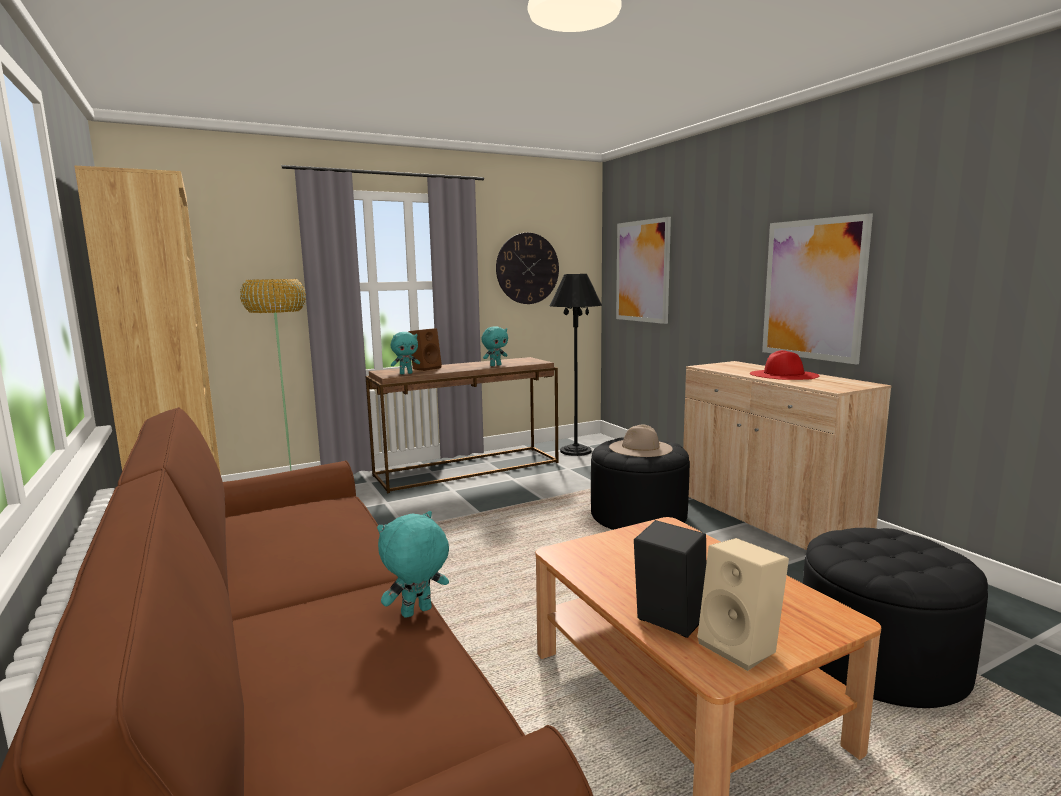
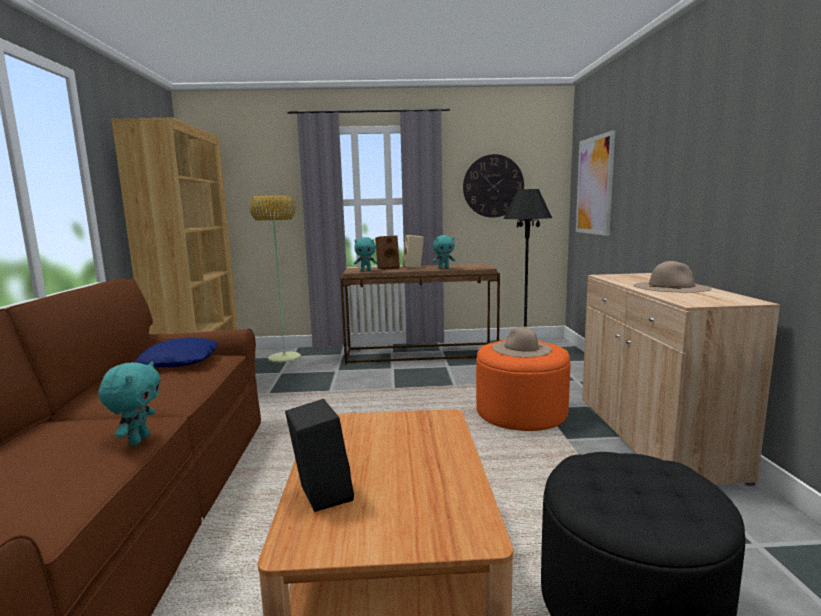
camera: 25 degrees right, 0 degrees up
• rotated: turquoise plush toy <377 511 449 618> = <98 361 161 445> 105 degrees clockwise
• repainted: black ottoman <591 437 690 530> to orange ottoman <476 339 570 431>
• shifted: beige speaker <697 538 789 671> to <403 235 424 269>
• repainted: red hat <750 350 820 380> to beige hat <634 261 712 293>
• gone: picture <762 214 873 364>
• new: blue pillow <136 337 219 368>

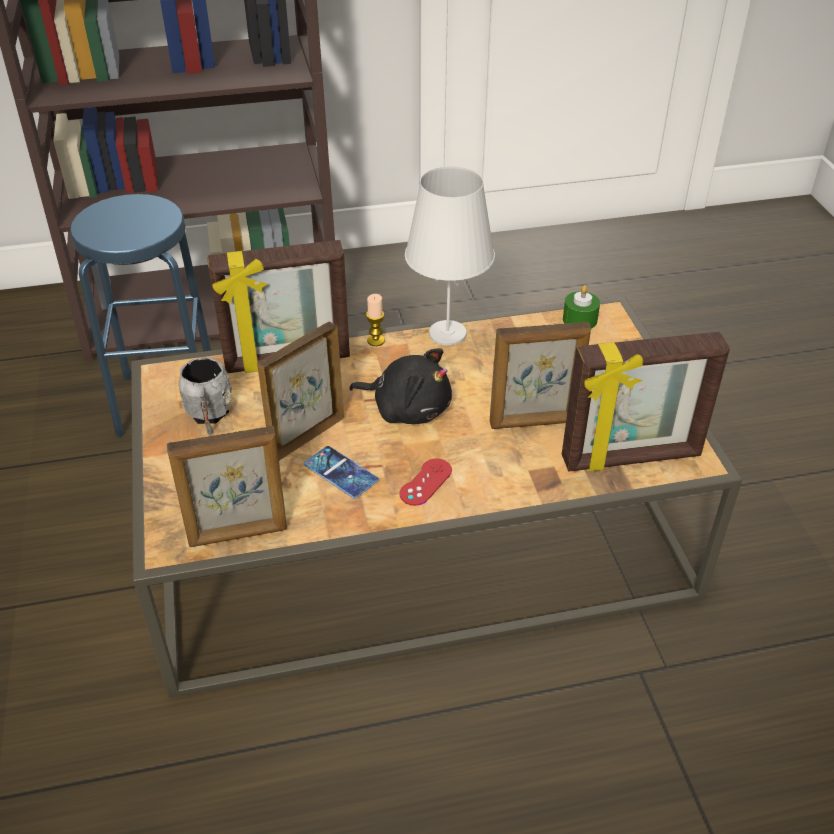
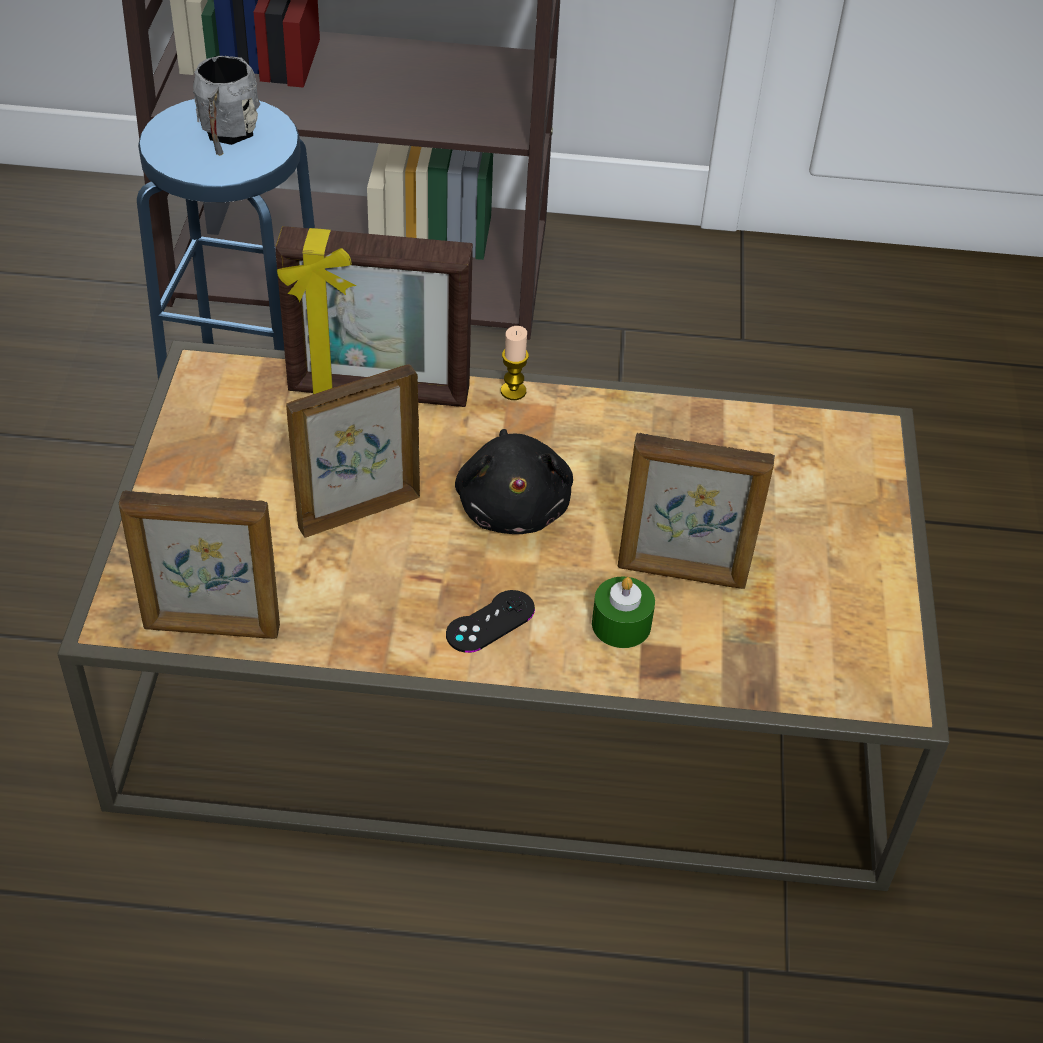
camera: 15 degrees right, 5 degrees up
• shifted: grey mug <178 357 232 435> to <193 56 260 156>
• gone: phone <304 446 379 498>
• rotated: black plush toy <349 348 452 424> = <455 429 573 534> 45 degrees clockwise
• repainted: red game controller <399 459 452 506> to black game controller <446 590 535 653>
• gone: white table lamp <405 166 495 345>
• gone: picture frame <562 332 730 472>
• shifted: green candle <563 285 600 329> to <592 576 655 648>

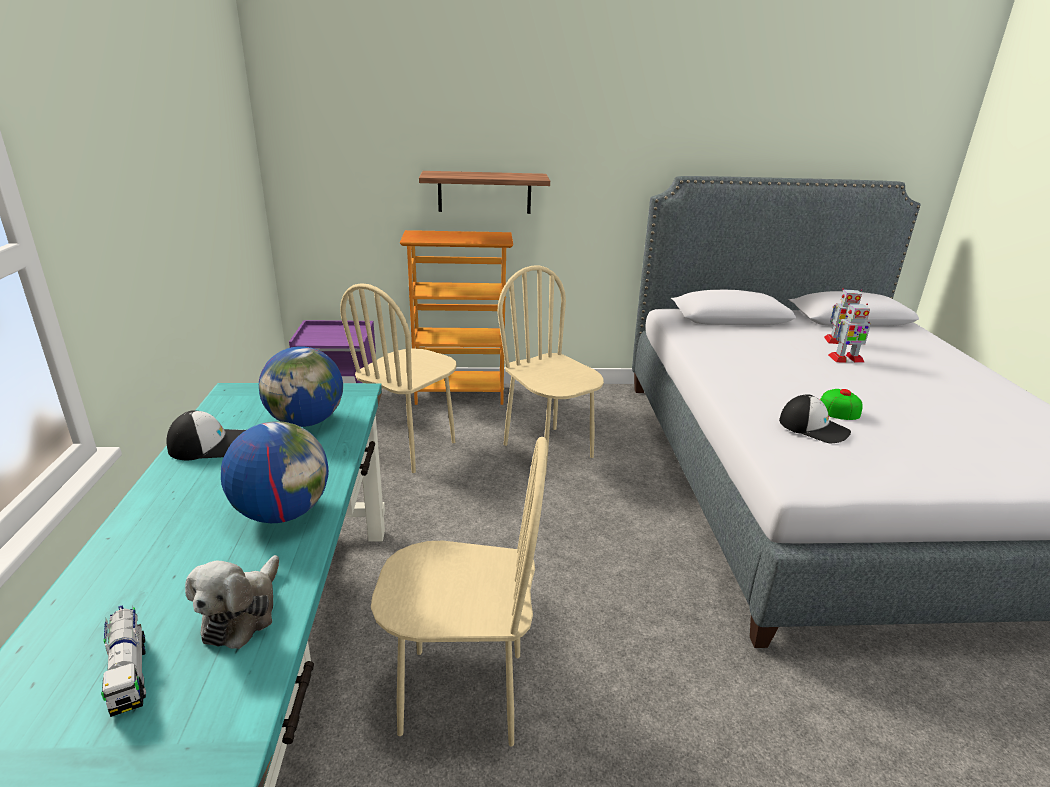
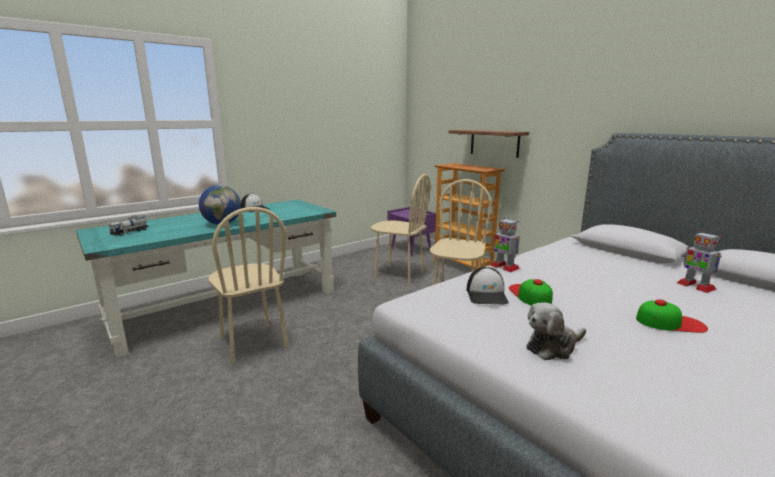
camera: 55 degrees right, 10 degrees down
• shifted: plush toy <185 555 279 649> to <527 303 586 360>
• gone: globe <259 346 343 427>
• rotated: beige chair <340 283 457 473> = <371 174 431 284> 150 degrees counterclockwise
• shifted: toy robot <828 303 871 362> to <490 218 520 272>
• new: cap <636 299 708 333>

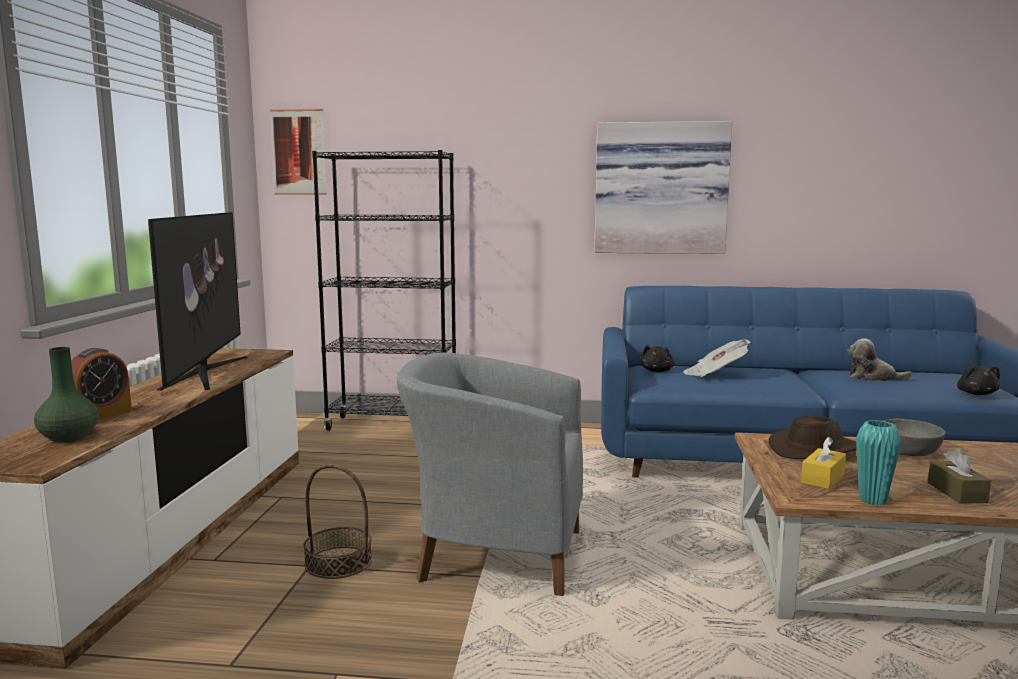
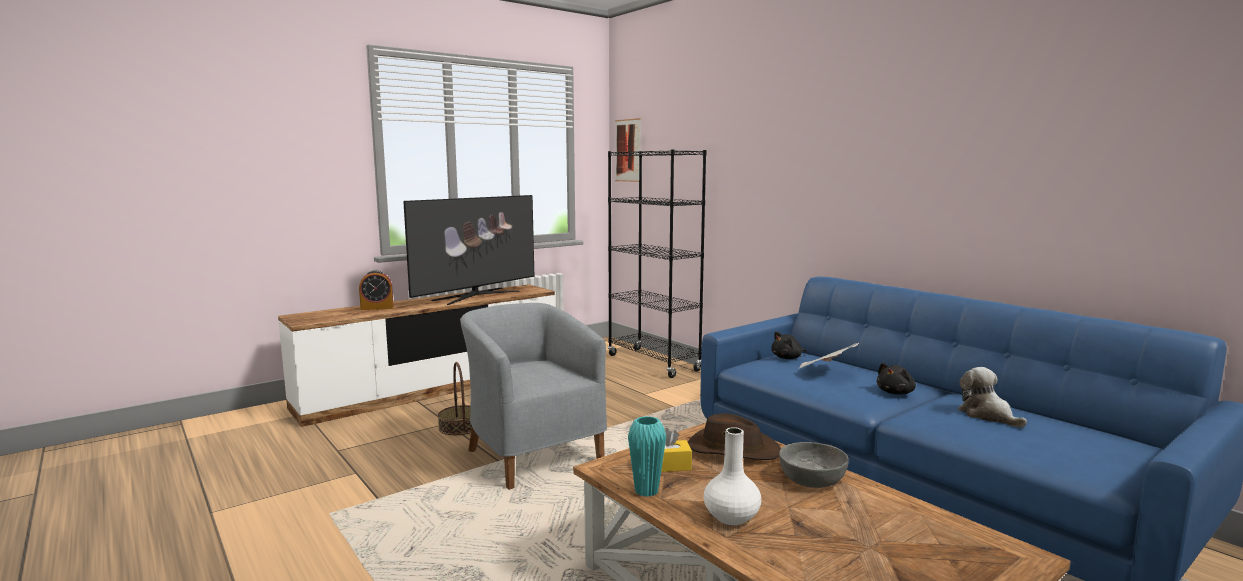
camera: 45 degrees right, 0 degrees up
• gone: green vase <34 347 99 442>
• gone: picture <595 121 732 254>
• swapped: brown tissue box <928 448 991 504> to white vase <704 427 761 525>
• shifted: black plush toy <957 366 1000 395> to <877 363 916 395>

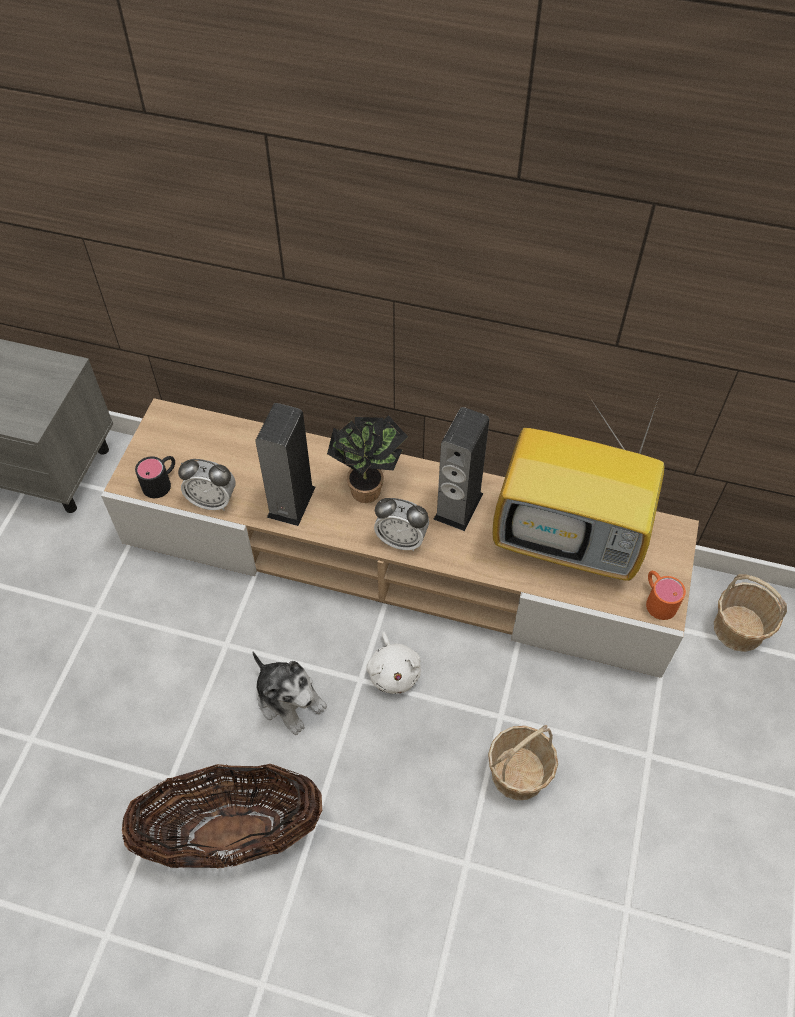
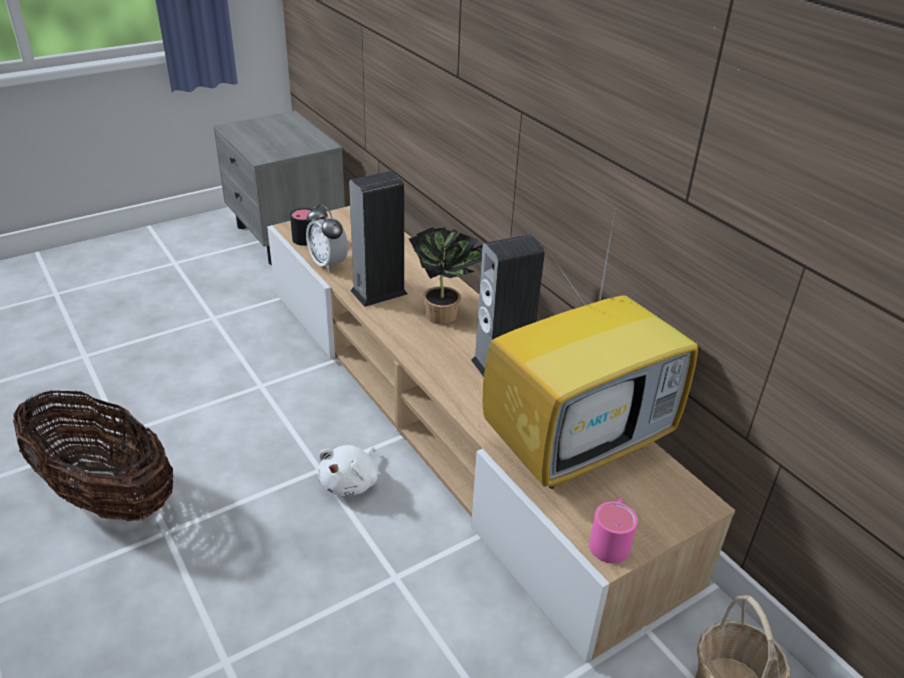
camera: 40 degrees right, 20 degrees down
• gone: plush toy <252 652 327 735>
• gone: alarm clock <374 498 429 551>
• gone: basket <488 725 558 800>
• rotated: television <492 391 665 581> = <482 211 698 489> 90 degrees counterclockwise
• repainted: orange mug <646 571 686 620> to pink mug <589 497 638 564>

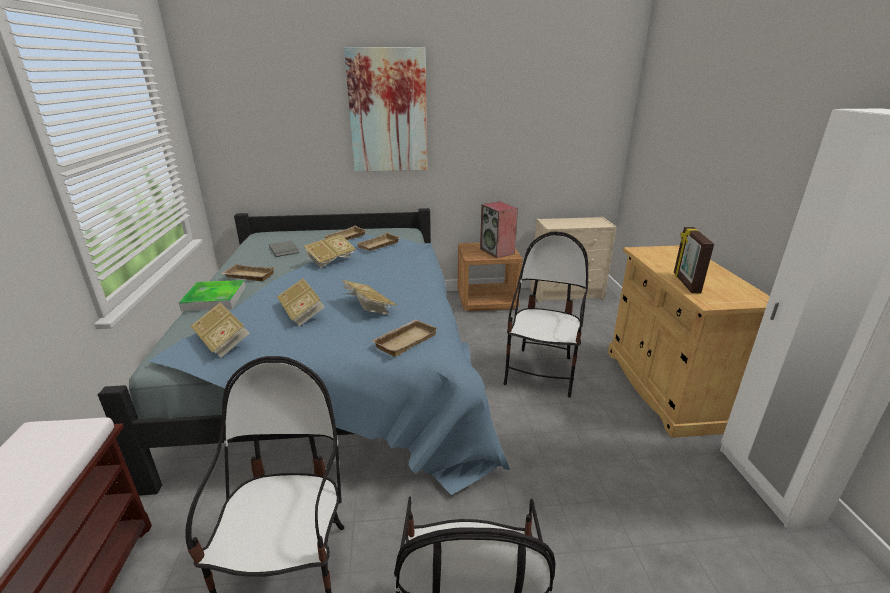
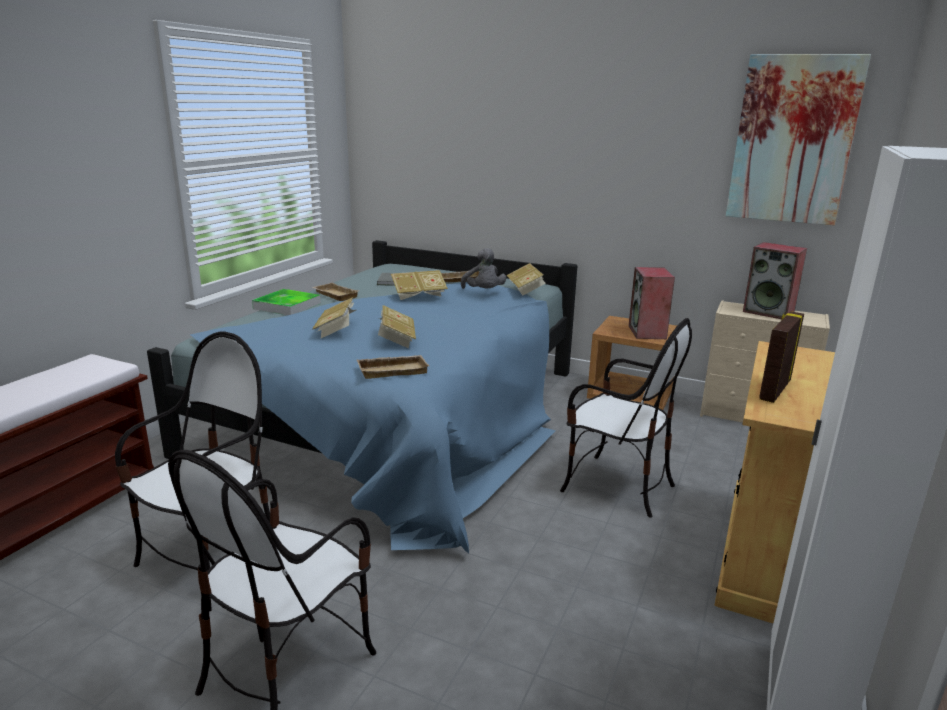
camera: 30 degrees right, 5 degrees down
• shifted: book <191 303 250 358> to <507 263 546 296>
• shifted: picture <344 47 427 172> to <726 54 871 226>
• swapped: beige tray <356 232 401 251> to grey plush toy <461 248 506 289>
• rotated: chair <504 232 588 398> = <560 318 692 518> 75 degrees clockwise
• new: speaker <743 242 807 319>

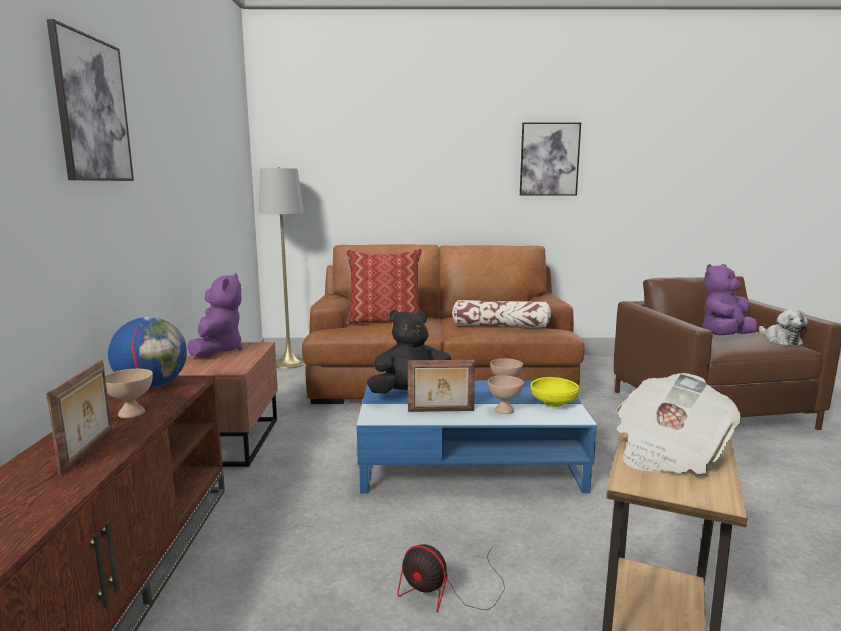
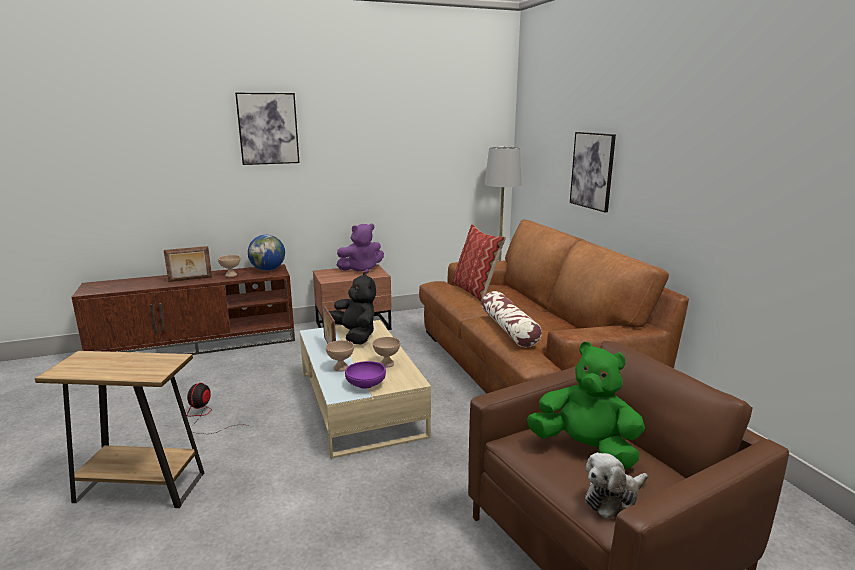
camera: 70 degrees right, 5 degrees up
• repainted: blue coffee table <357 380 597 494> to beige coffee table <300 320 431 459>
• shifted: picture <520 123 581 195> to <570 132 616 212>
• repainted: yellow bowl <530 377 579 407> to purple bowl <345 361 386 389>
• gone: newspaper <616 373 741 474>
• repainted: purple plush toy <702 264 757 335> to green plush toy <527 342 645 469>

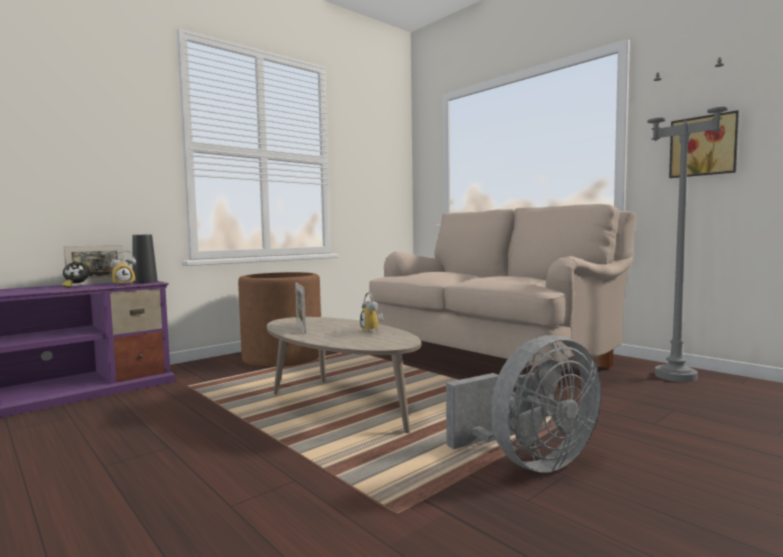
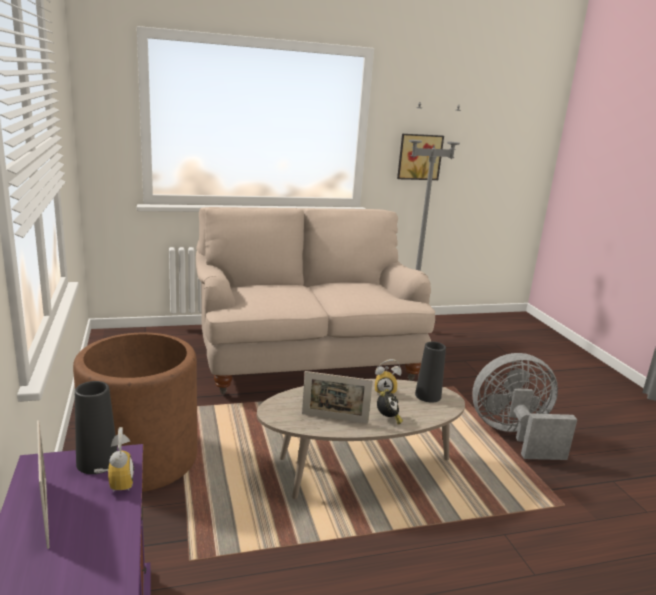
camera: 65 degrees left, 15 degrees up
• shifted: alarm clock <62 260 90 288> to <377 389 403 425>
• rotated: grey fan <446 335 601 472> = <472 353 577 460> 90 degrees counterclockwise
• new: black vase <415 342 446 403>

